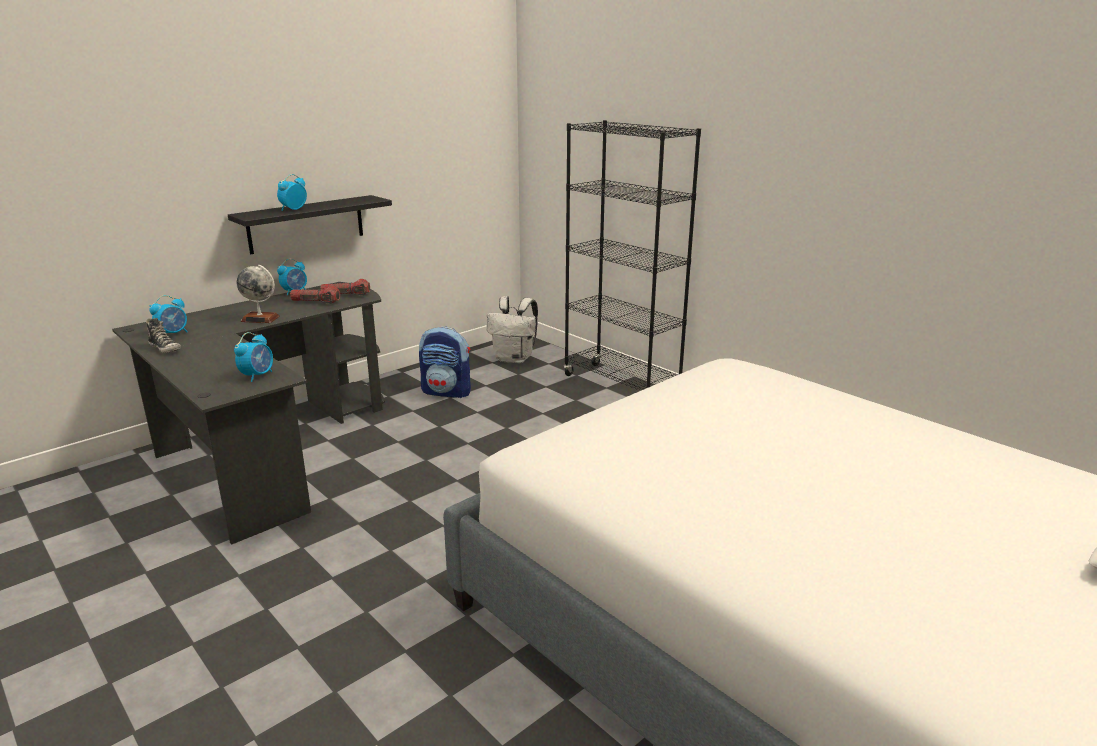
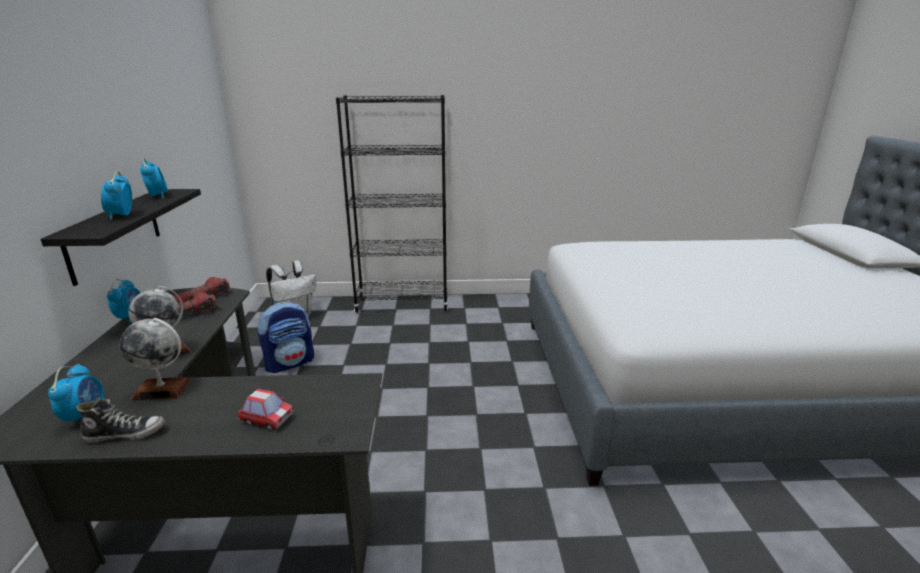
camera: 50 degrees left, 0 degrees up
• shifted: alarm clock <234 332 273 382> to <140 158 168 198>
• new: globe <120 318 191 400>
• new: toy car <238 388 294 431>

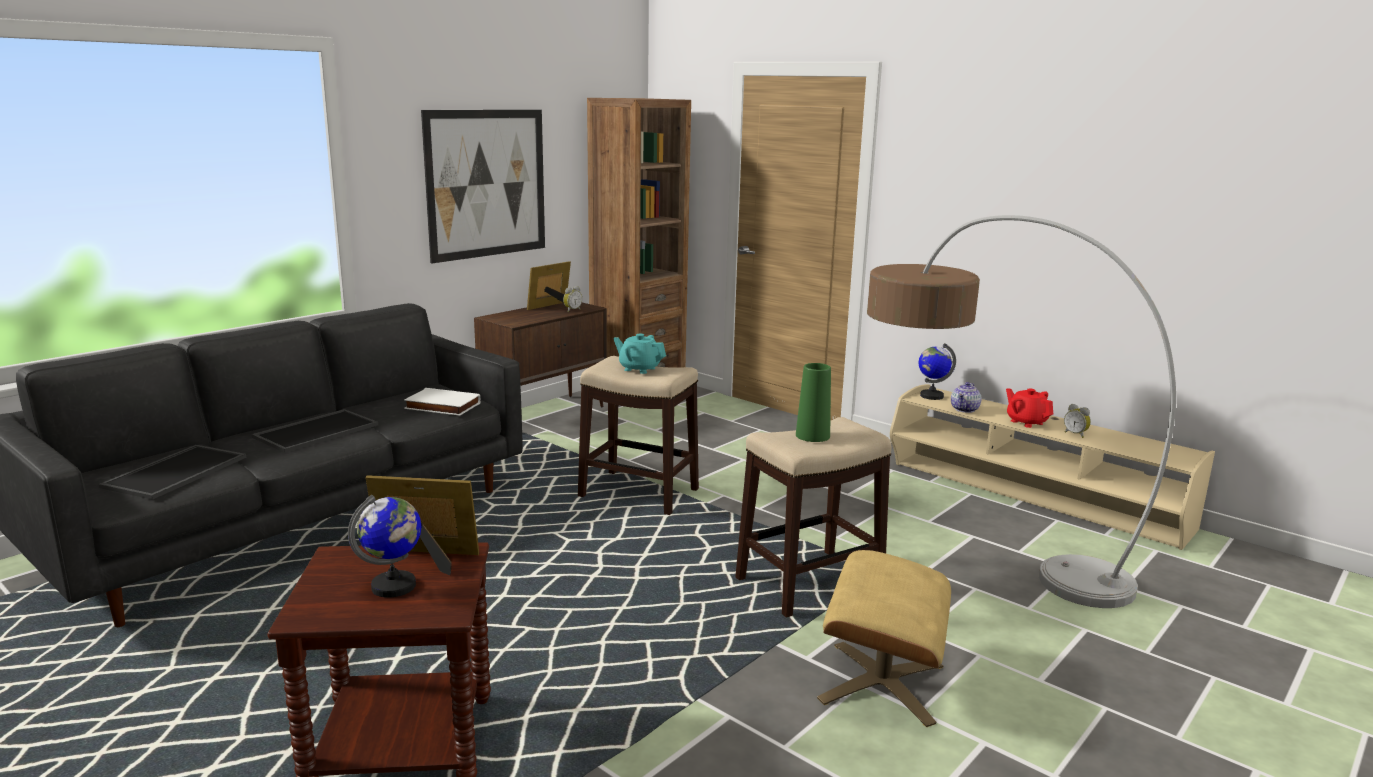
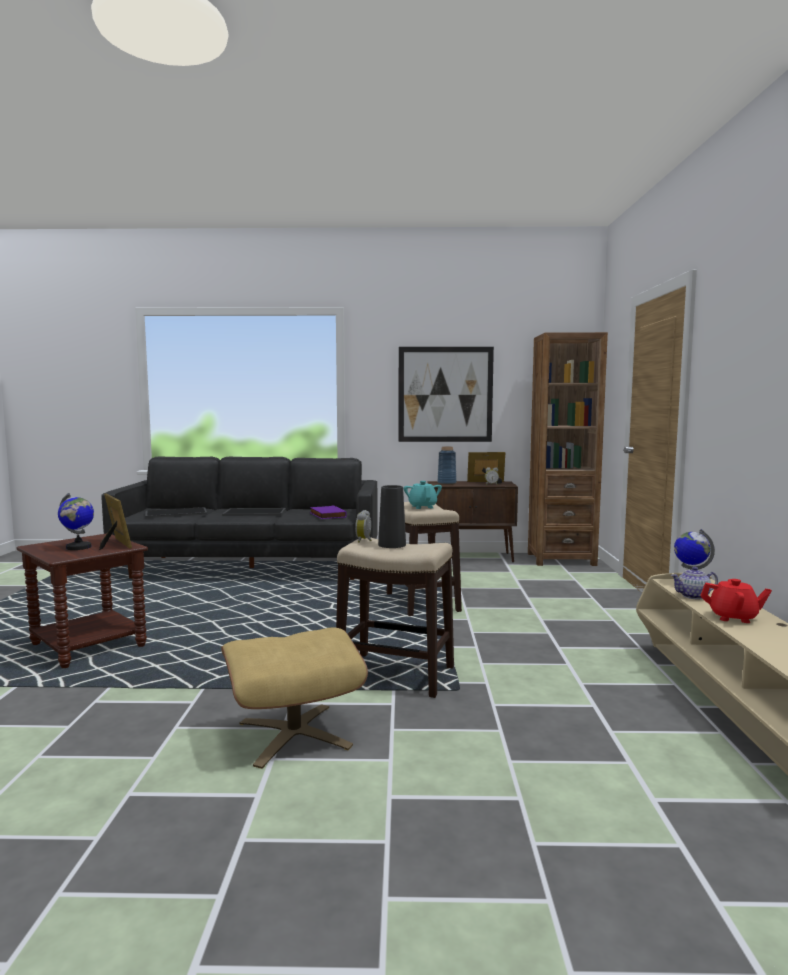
camera: 50 degrees right, 10 degrees down
• repainted: white book <404 388 481 416> to purple book <310 505 347 519>
• repainted: green vase <796 363 831 442> to black vase <378 485 406 548>
• gone: floor lamp <867 215 1176 608>
• rotated: red teapot <1006 388 1053 428> = <700 579 772 623> 90 degrees clockwise
• shifted: alarm clock <1064 404 1091 438> to <355 510 372 543>
• new: blue vase <437 447 456 485>

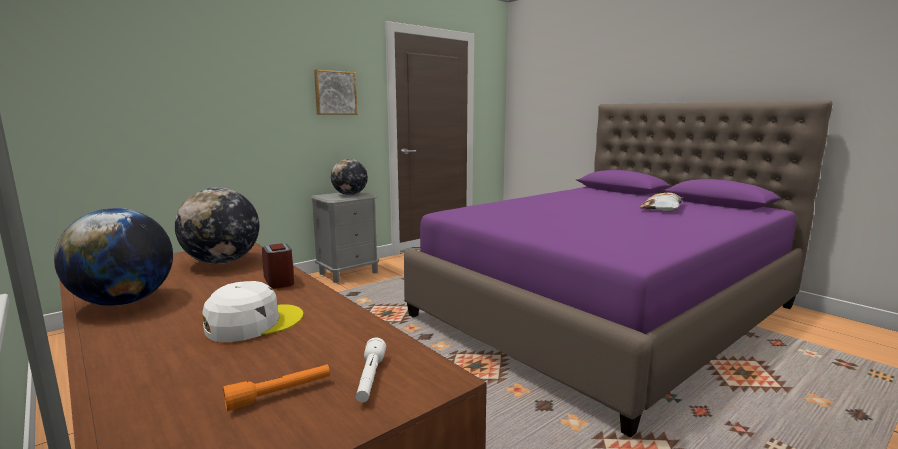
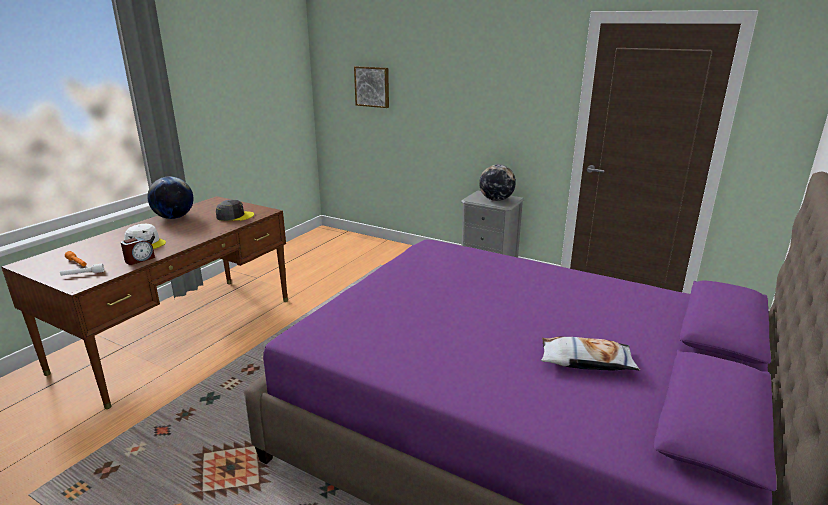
camera: 70 degrees right, 10 degrees up
• swapped: globe <175 187 259 264> to grey cap <216 200 254 221>
• shifted: alarm clock <262 243 294 289> to <121 237 155 265>
• shifted: picture <314 70 357 115> to <354 66 389 108>

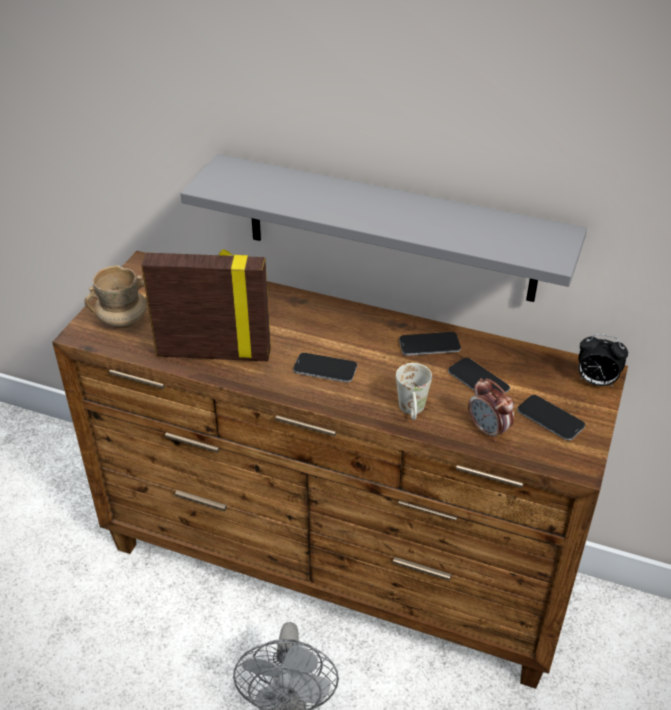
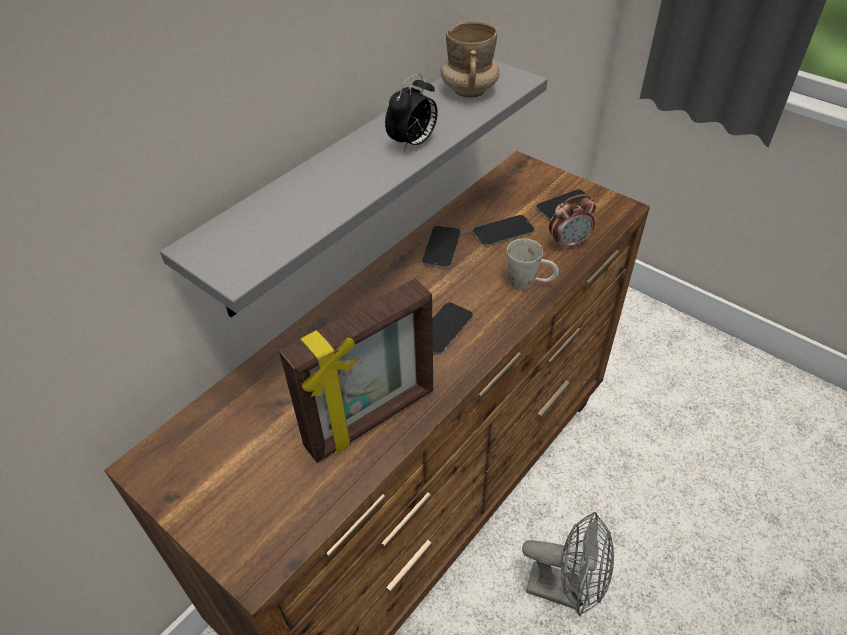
camera: 70 degrees left, 5 degrees up
• shifted: beige mug <84 265 148 328> to <440 21 500 97>
• rotated: picture frame <141 249 271 361> = <279 279 433 463> 150 degrees counterclockwise
• shifted: alarm clock <579 334 628 387> to <385 73 438 153>

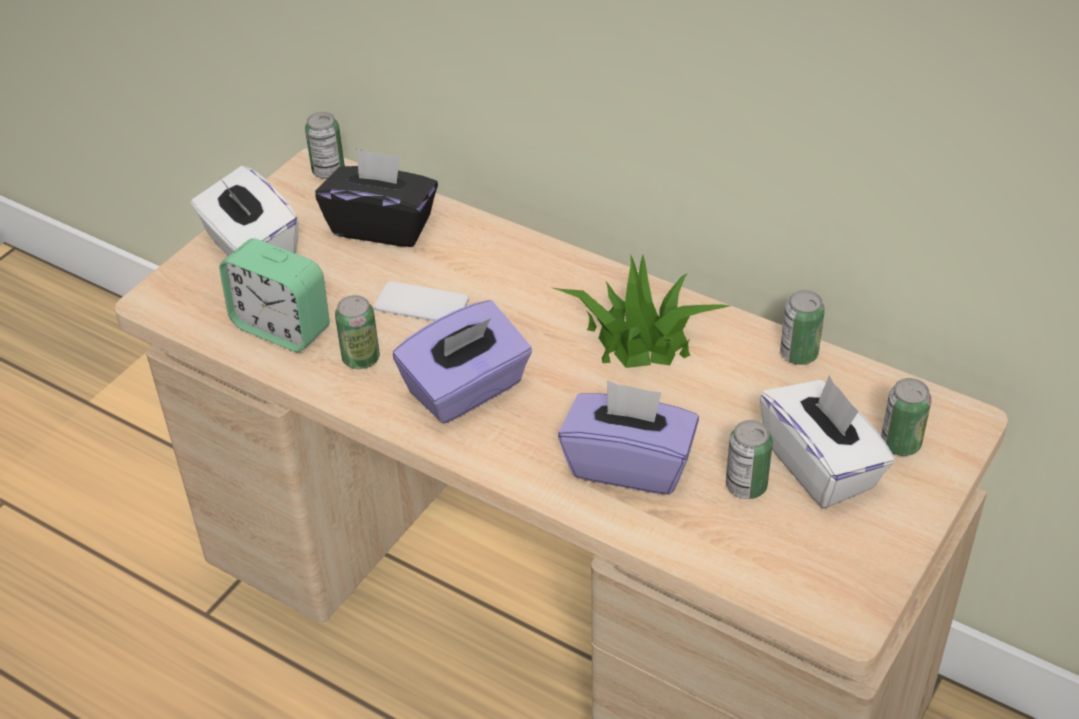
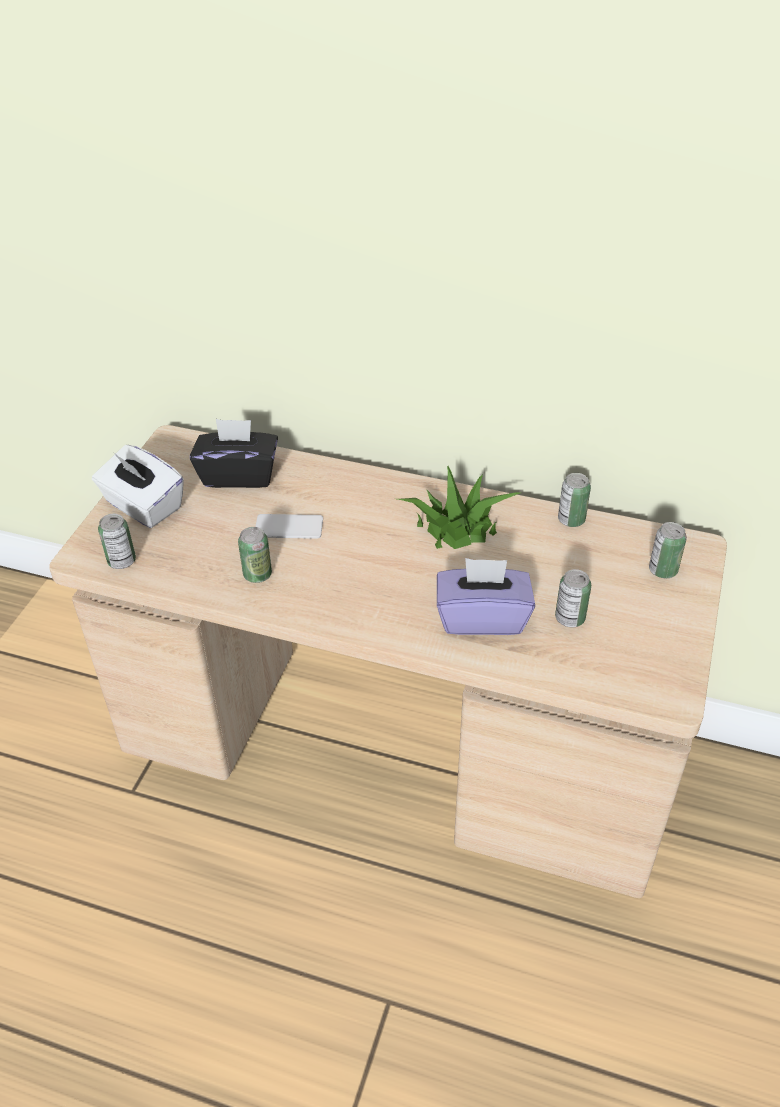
camera: 15 degrees left, 0 degrees up
• gone: alarm clock <219 238 330 352>
• shifted: can <305 112 345 179> to <98 514 136 569>
• gone: purple tissue box <393 300 532 423>
• gone: white tissue box <760 375 895 508>

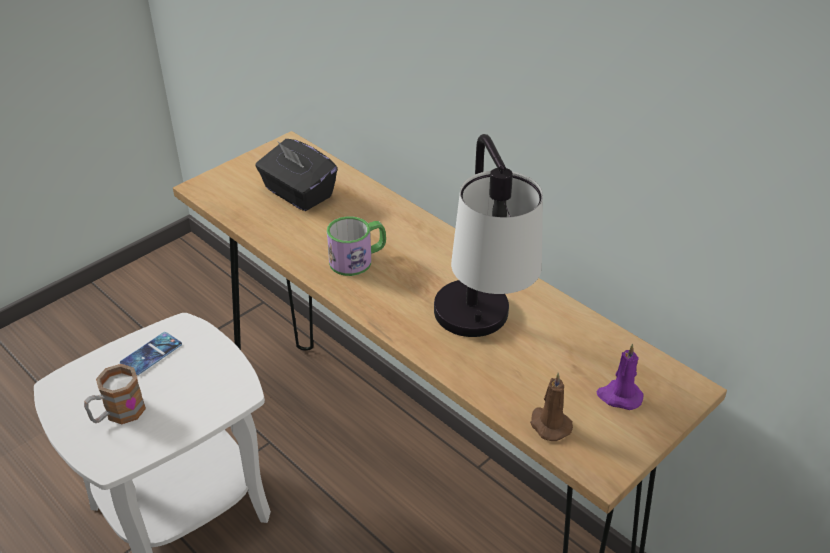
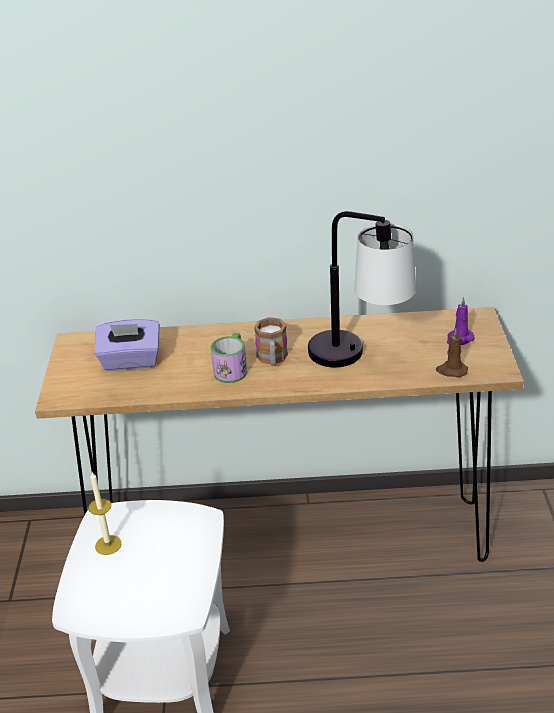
camera: 45 degrees left, 5 degrees down
• shifted: mug <84 364 146 424> to <254 317 288 366>
• swapped: phone <120 332 182 375> to candle <88 472 122 555>
• repainted: black tissue box <255 139 338 211> to purple tissue box <95 319 160 371>

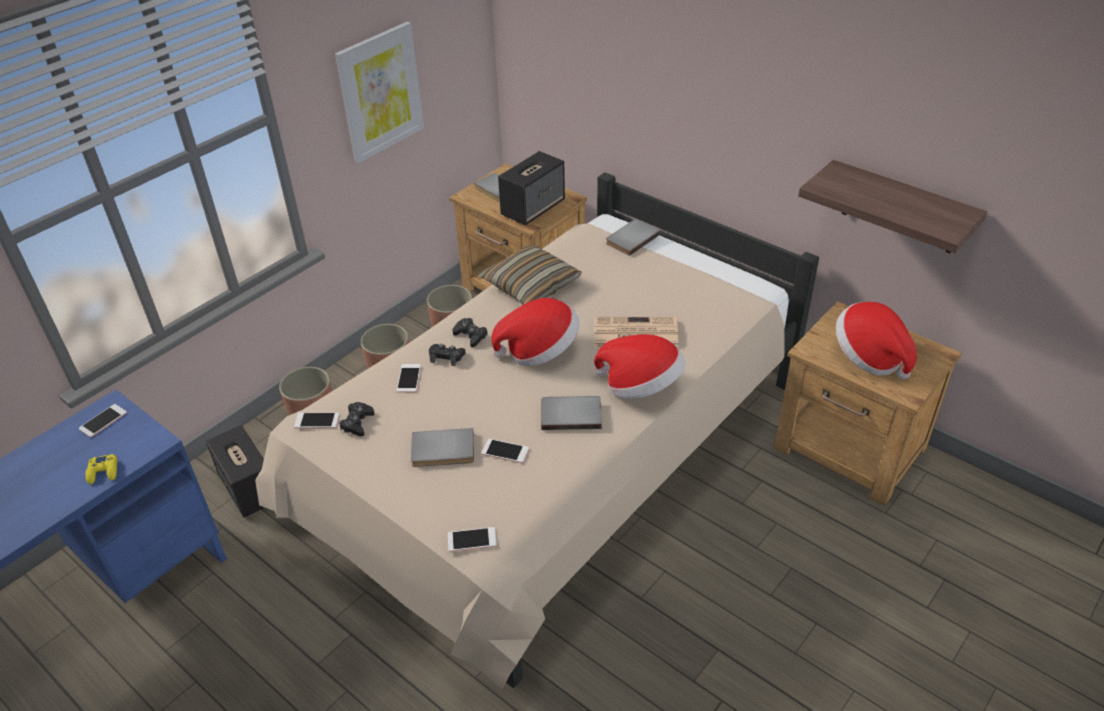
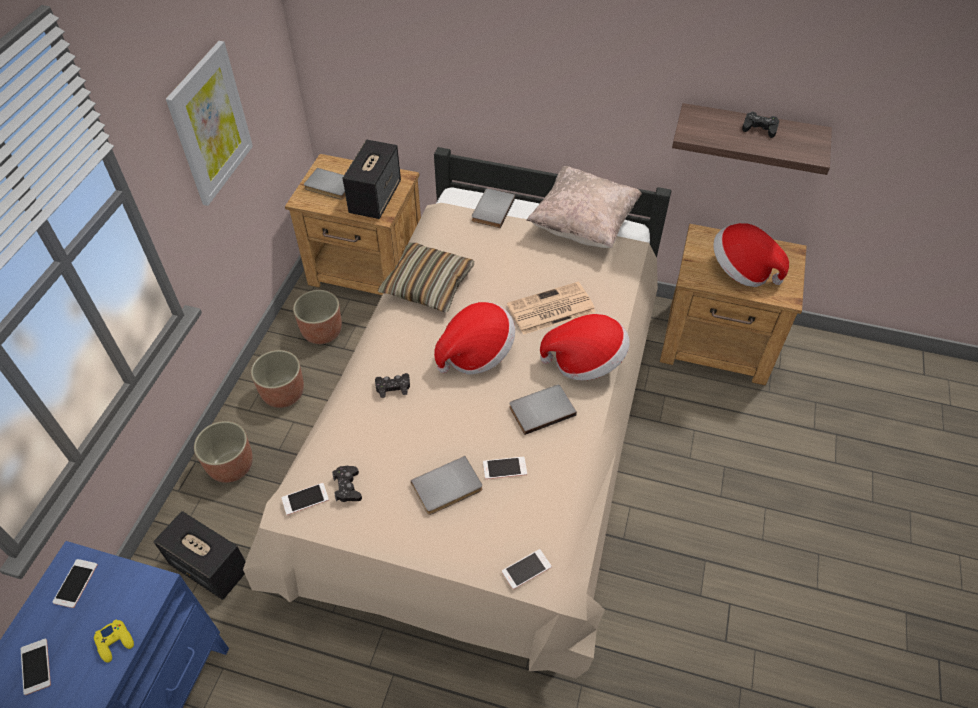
camera: 25 degrees left, 10 degrees up
• shifted: phone <396 364 421 393> to <21 639 51 695>
• shifted: black game controller <452 318 488 347> to <742 112 779 138>
• new: beige pillow <526 166 642 248>

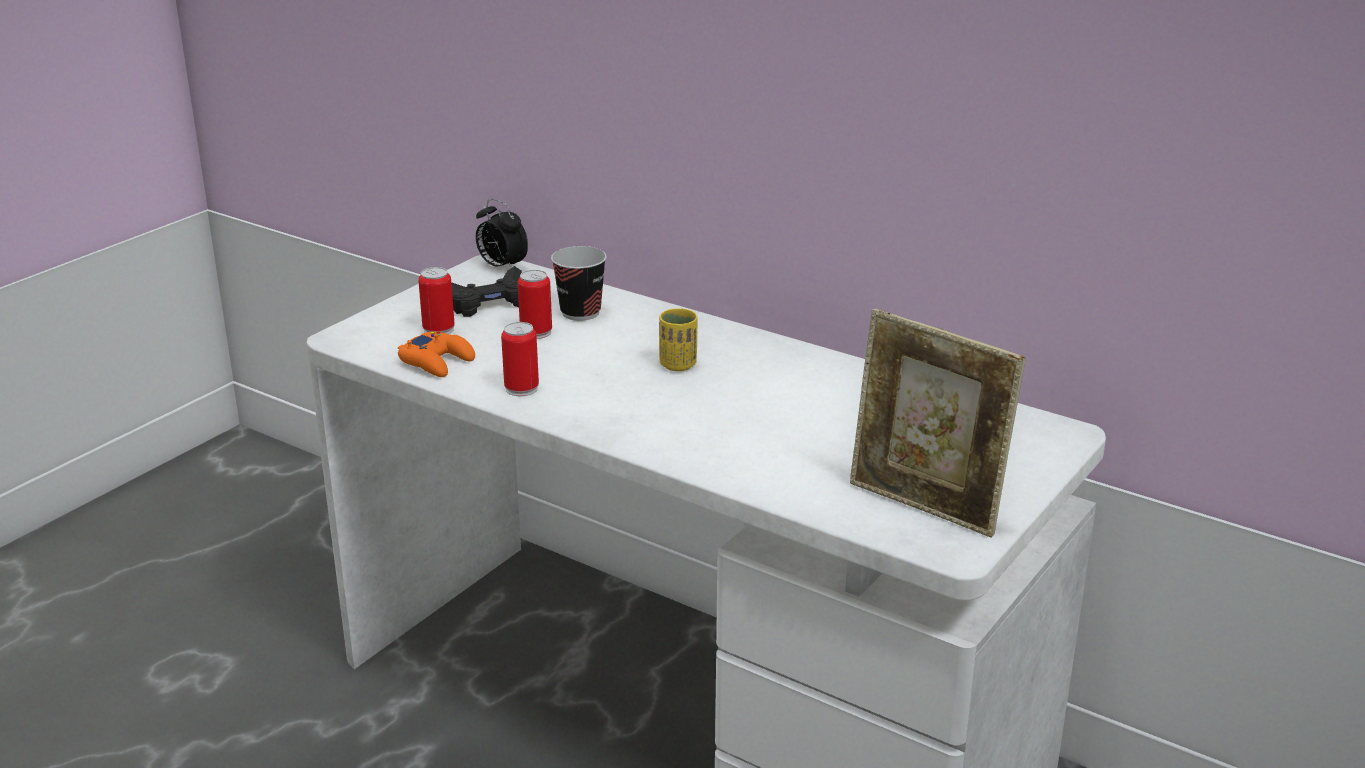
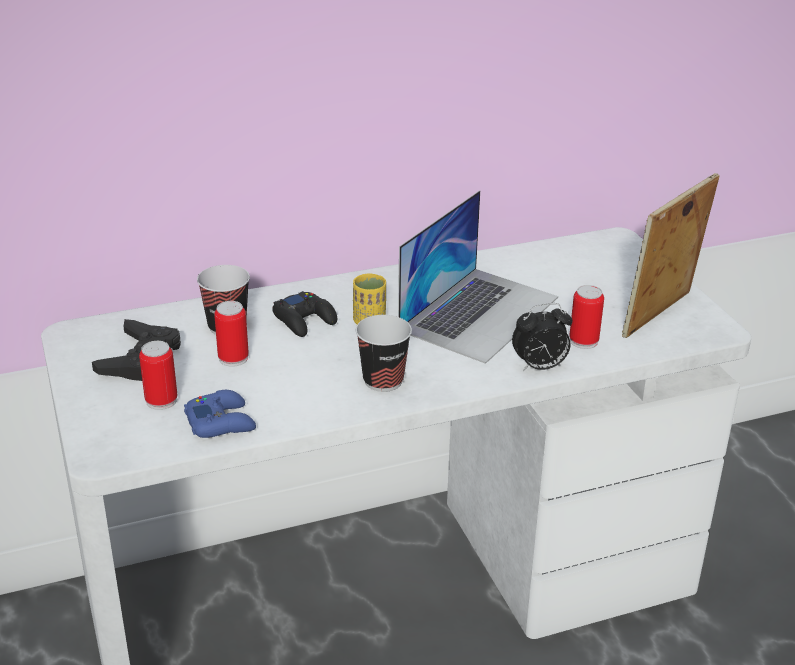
camera: 55 degrees left, 5 degrees up
• repainted: orange game controller <398 331 475 377> to blue game controller <184 390 256 438>
• shifted: alarm clock <476 199 528 268> to <512 303 572 371>
• shifted: can <501 322 539 396> to <569 285 604 349>
• rotated: picture frame <850 309 1026 538> = <622 173 720 338> 150 degrees clockwise
• new: black game controller <272 291 337 337>
• new: cup <356 315 412 392>
• new: laptop <398 190 558 364>

